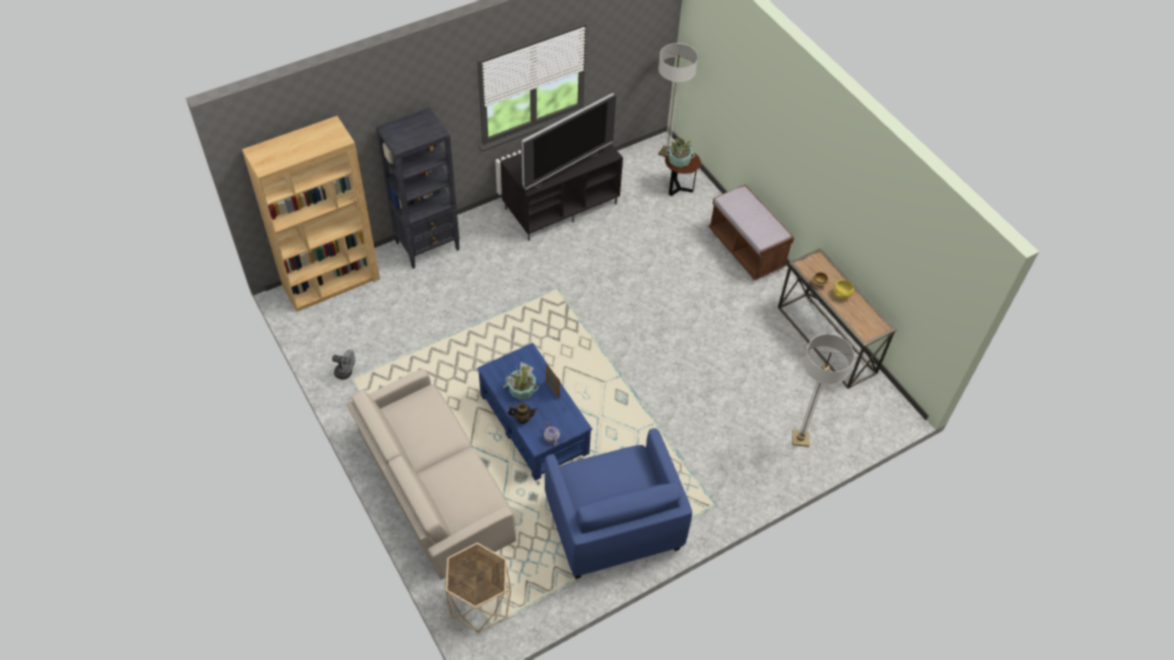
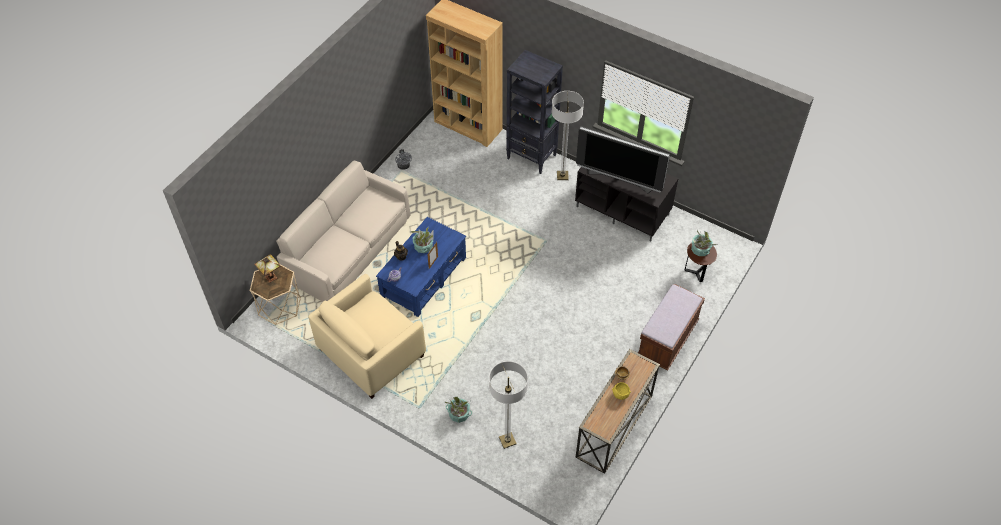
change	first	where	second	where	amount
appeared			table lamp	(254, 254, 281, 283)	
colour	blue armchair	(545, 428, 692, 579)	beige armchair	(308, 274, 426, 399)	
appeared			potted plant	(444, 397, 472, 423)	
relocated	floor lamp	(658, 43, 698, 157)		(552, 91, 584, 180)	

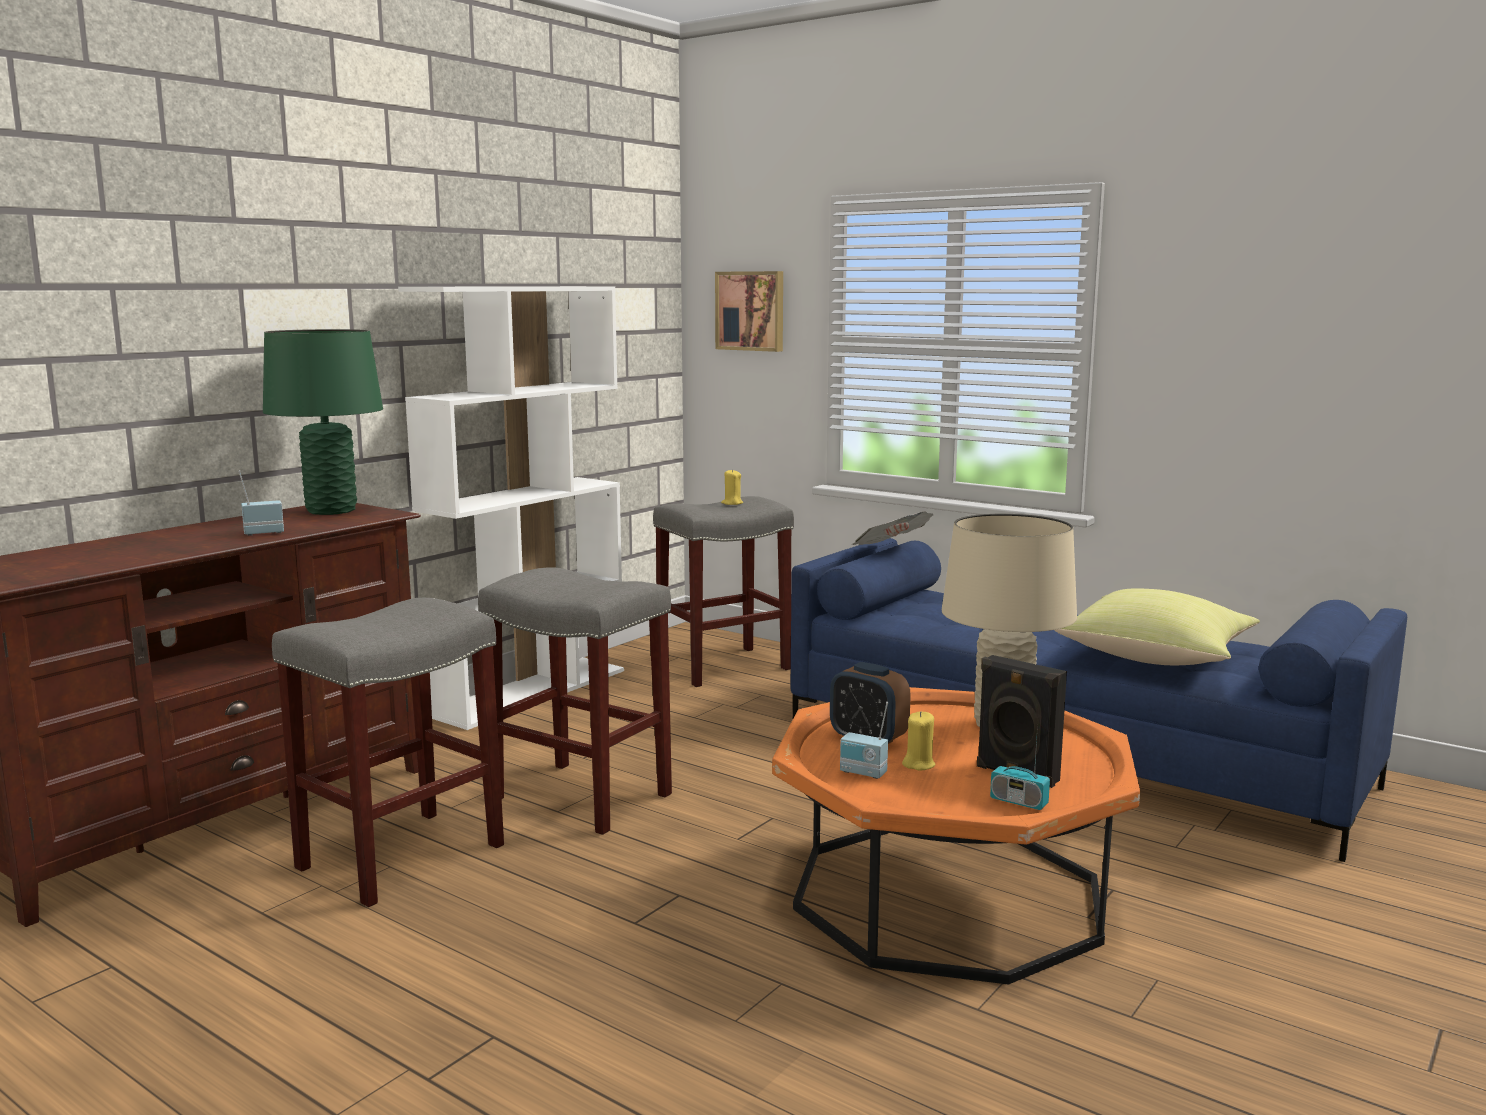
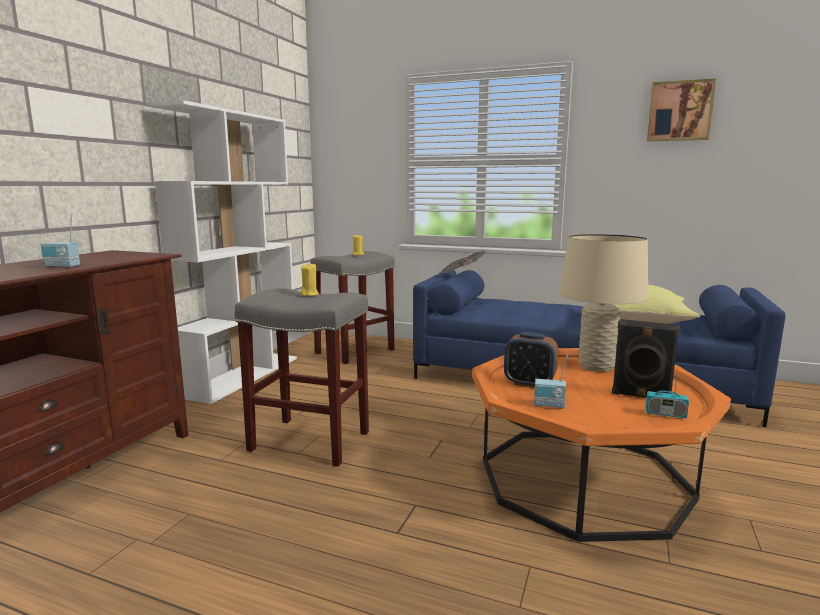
change	first	where	second	where	amount
spun	radio	(238, 470, 284, 536)		(41, 215, 80, 268)	135 degrees counterclockwise
relocated	yellow candle	(902, 711, 936, 771)		(300, 263, 319, 296)	
relocated	picture	(715, 271, 783, 352)		(647, 78, 716, 141)	
missing	green table lamp	(263, 329, 383, 515)			
missing	grey stool	(272, 598, 504, 907)			

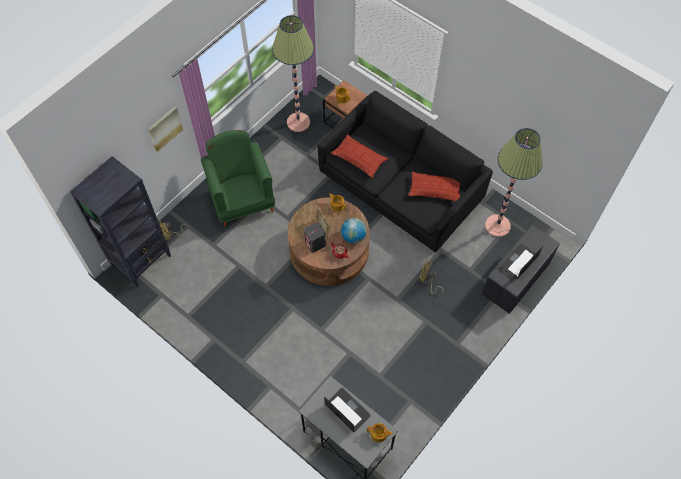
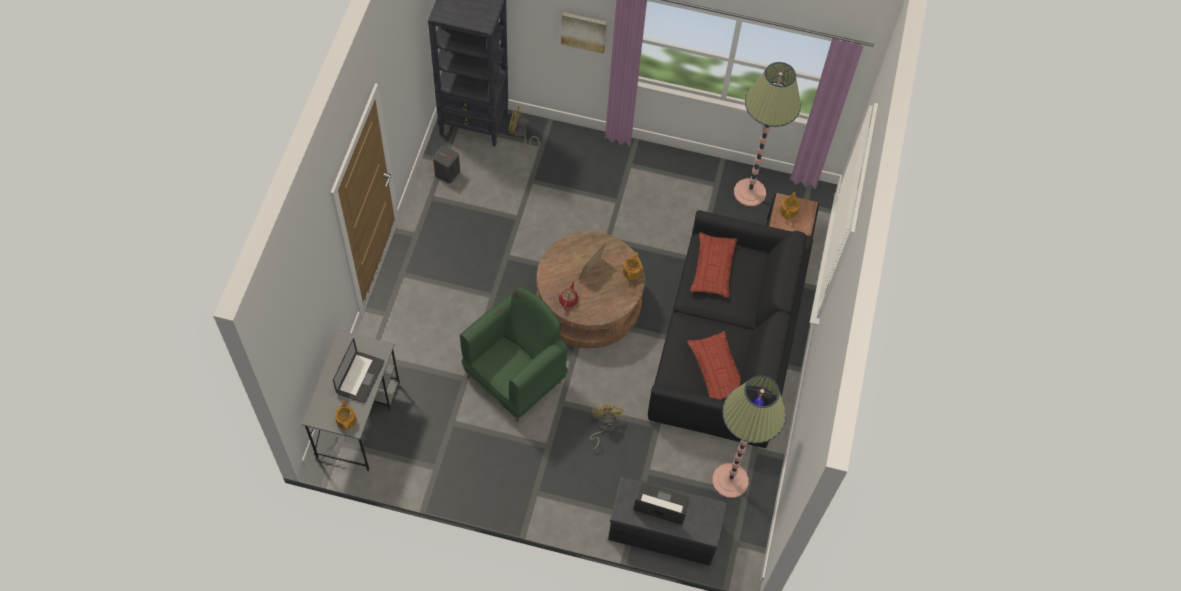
change	first	where	second	where	amount
relocated	grey speaker	(304, 222, 326, 253)		(433, 146, 460, 184)	
relocated	green armchair	(201, 130, 275, 227)		(460, 287, 568, 422)	
missing	globe	(341, 218, 366, 243)			

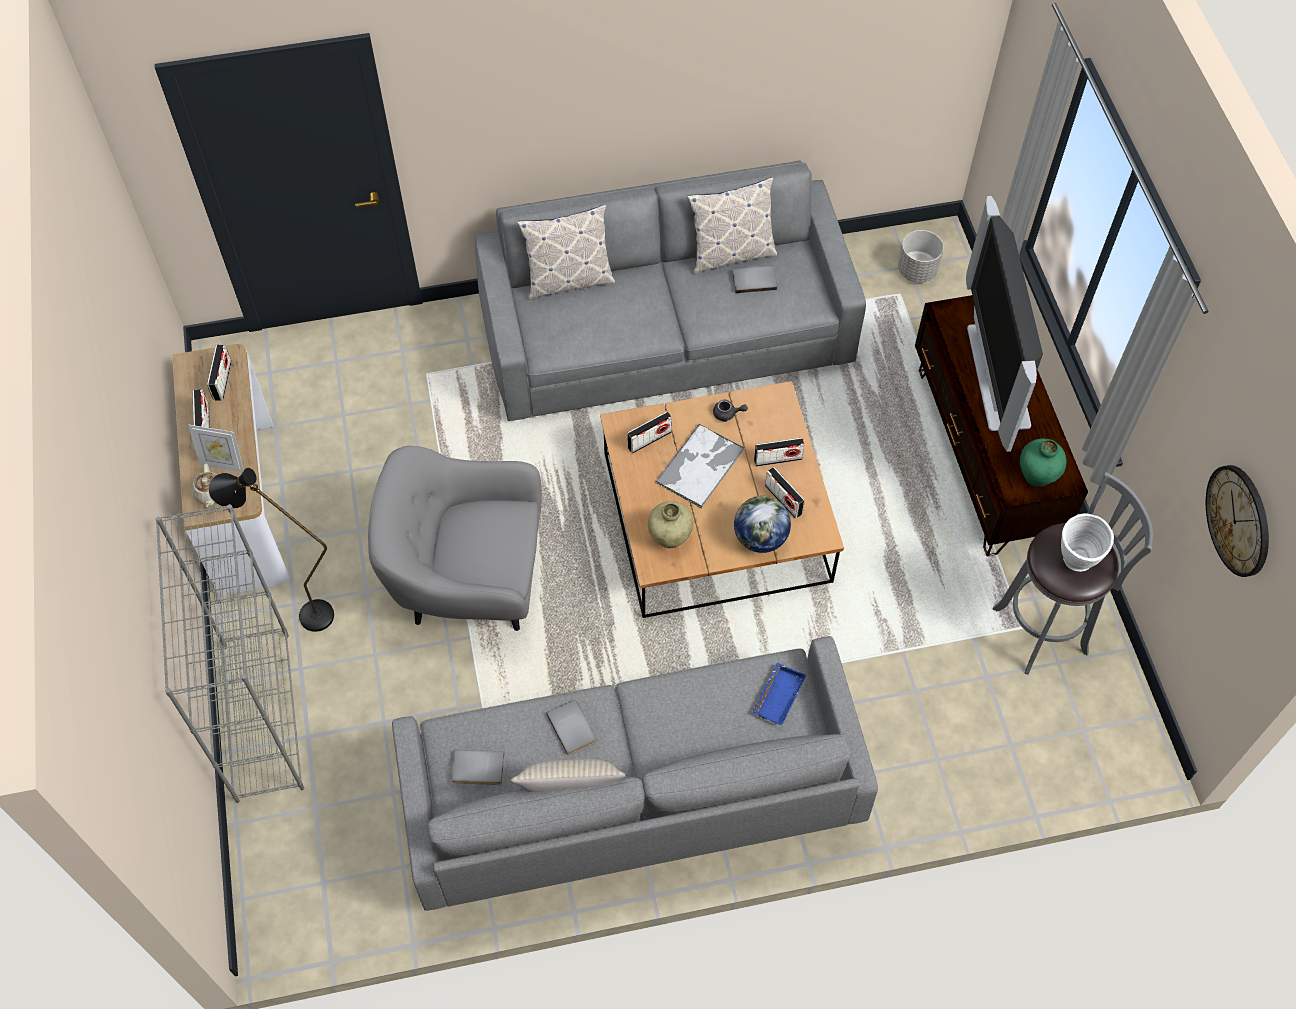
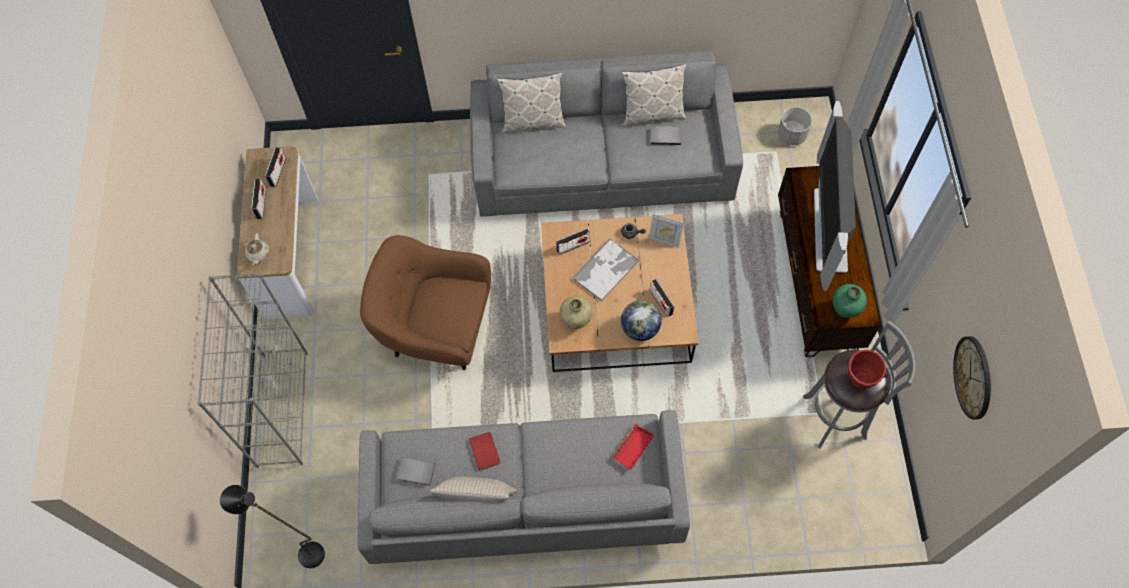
change	first	where	second	where	amount
relocated	black floor lamp	(209, 468, 334, 632)		(220, 485, 325, 568)	
colour	grey armchair	(368, 446, 542, 631)	brown armchair	(360, 235, 491, 370)	
colour	grey book	(546, 700, 596, 755)	red book	(469, 432, 500, 471)	
colour	blue tray	(752, 662, 806, 725)	red tray	(612, 423, 655, 469)	
relocated	picture frame	(188, 424, 244, 472)		(649, 214, 684, 248)	
colour	white vase	(1061, 513, 1114, 572)	red vase	(848, 349, 886, 388)	
missing	radio	(754, 438, 804, 467)			

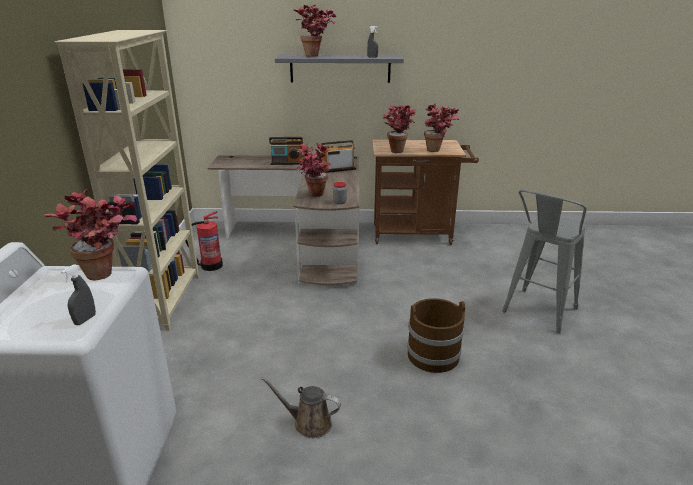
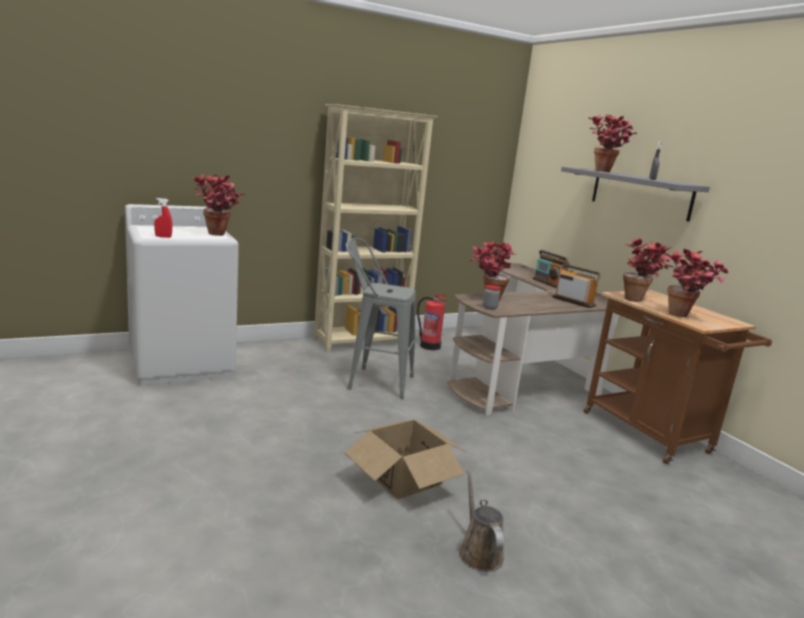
change	first	where	second	where	amount
colour	grey spray bottle	(61, 264, 96, 325)	red spray bottle	(154, 198, 172, 238)	
exchanged	brown bucket	(407, 298, 465, 373)	cardboard box	(344, 420, 466, 499)	
relocated	grey stool	(502, 190, 587, 333)		(346, 238, 415, 399)	
relocated	brown watering can	(261, 377, 341, 438)		(459, 469, 504, 572)	

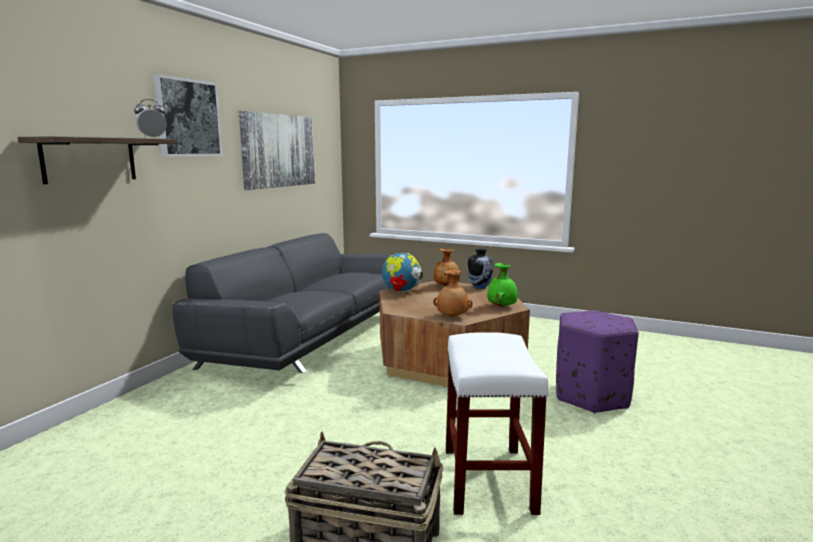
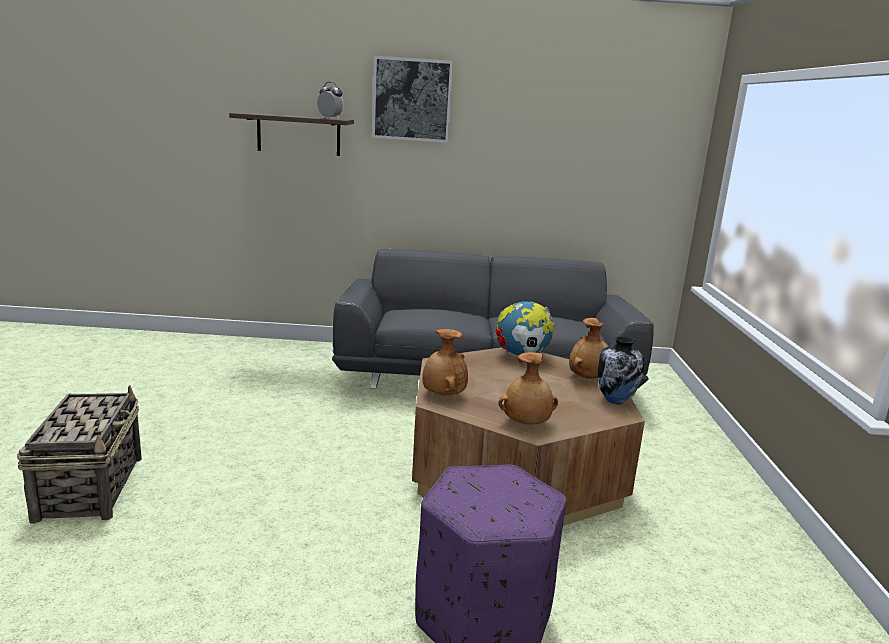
change	first	where	second	where	amount
colour	green vase	(488, 263, 518, 307)	brown vase	(498, 352, 558, 424)	
missing	picture	(239, 111, 315, 190)			
missing	white stool	(446, 332, 549, 515)			

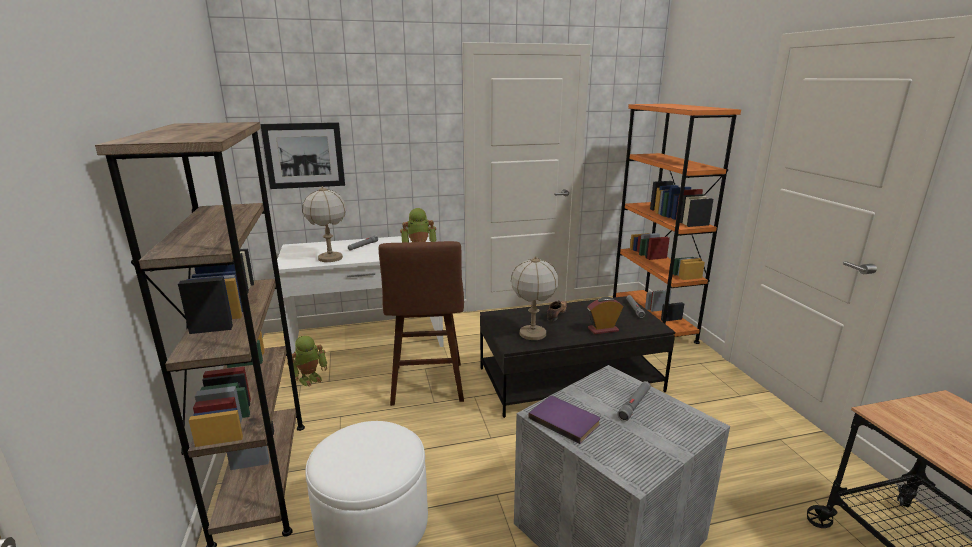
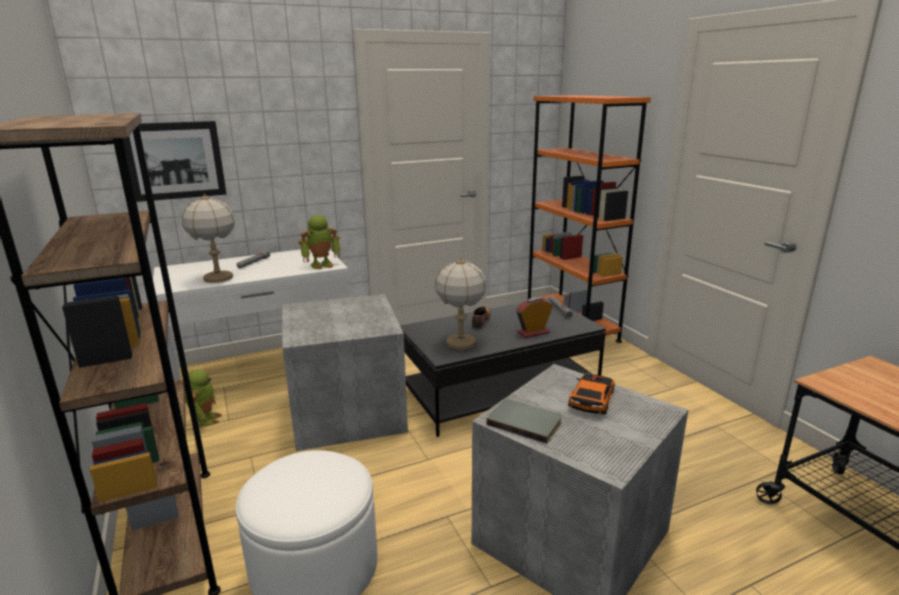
change	first	where	second	where	amount
spun	toy robot	(287, 336, 328, 387)		(185, 369, 222, 427)	45 degrees counterclockwise
exchanged	brown stool	(379, 241, 464, 406)	grey storage box	(283, 294, 408, 451)	
colour	purple book	(528, 396, 600, 444)	grey book	(486, 399, 562, 444)	
exchanged	grey flashlight	(617, 381, 651, 421)	toy car	(568, 374, 615, 414)	

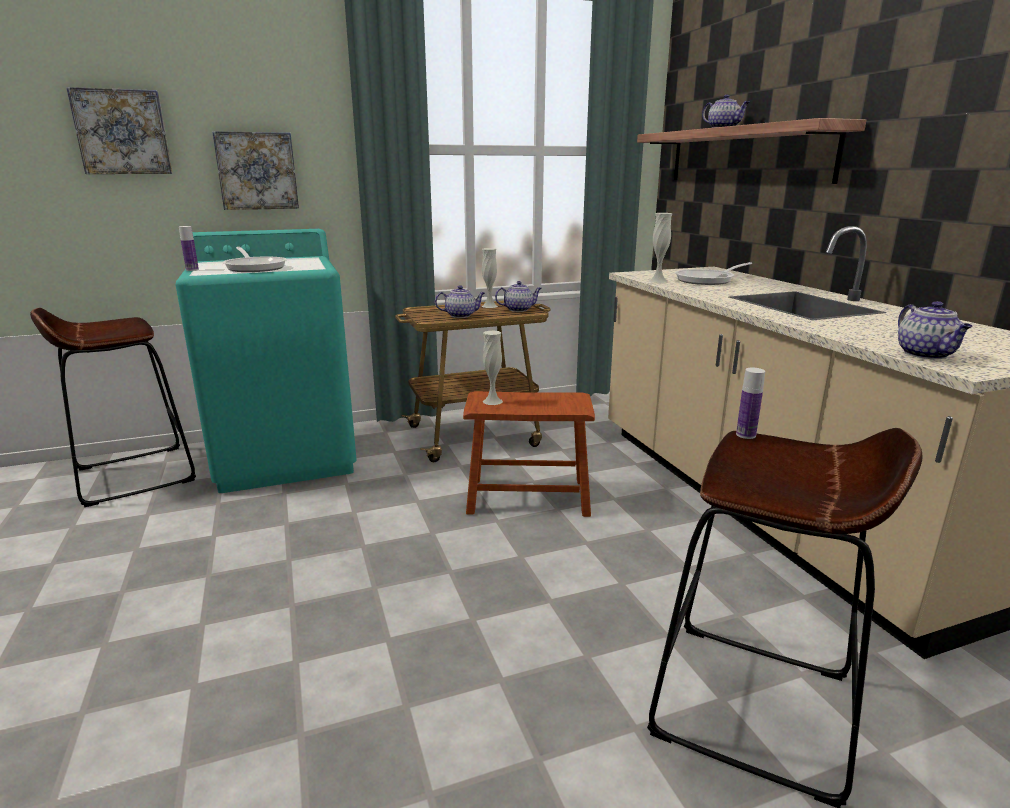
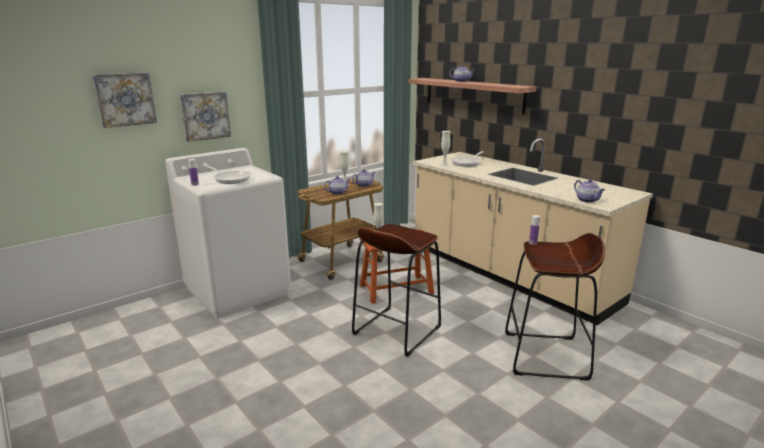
change	first	where	second	where	amount
colour	turquoise washing machine	(175, 229, 357, 493)	white washing machine	(165, 148, 291, 318)	
relocated	brown stool	(30, 308, 196, 507)		(352, 224, 441, 357)	

